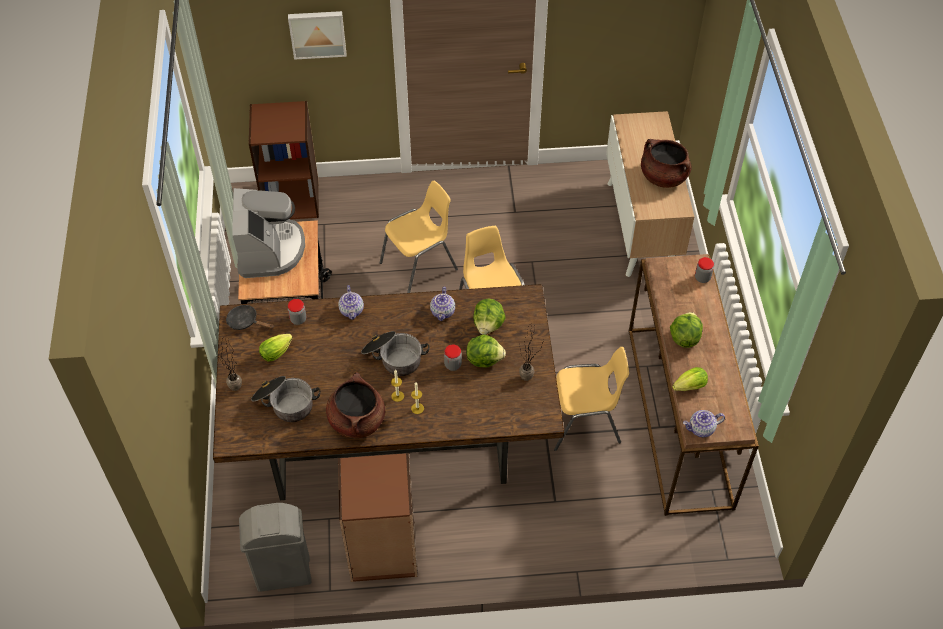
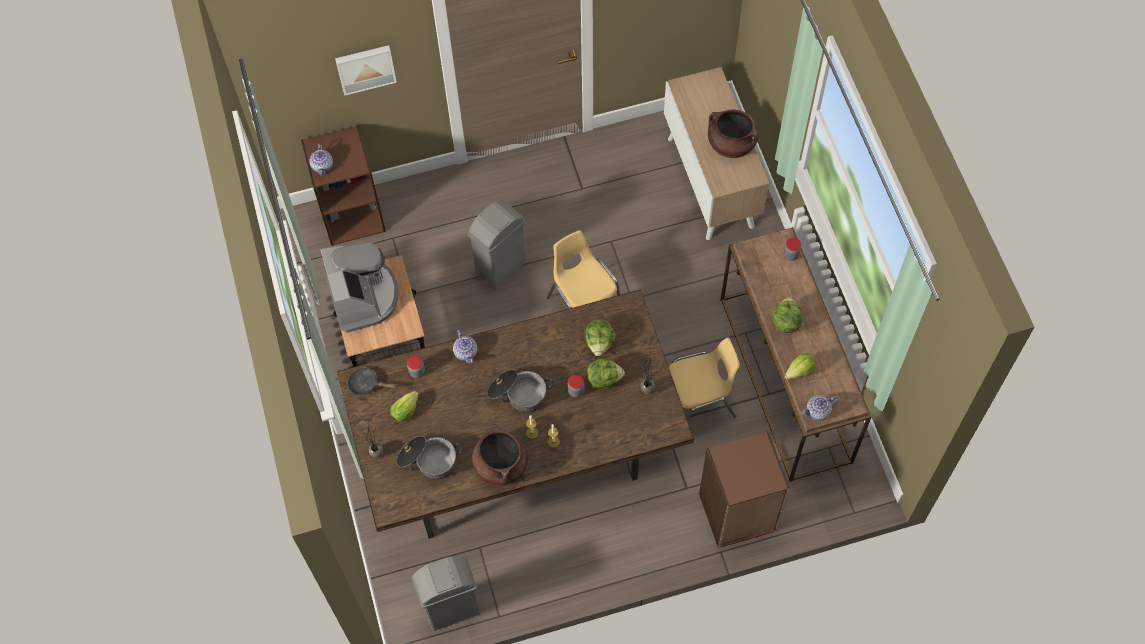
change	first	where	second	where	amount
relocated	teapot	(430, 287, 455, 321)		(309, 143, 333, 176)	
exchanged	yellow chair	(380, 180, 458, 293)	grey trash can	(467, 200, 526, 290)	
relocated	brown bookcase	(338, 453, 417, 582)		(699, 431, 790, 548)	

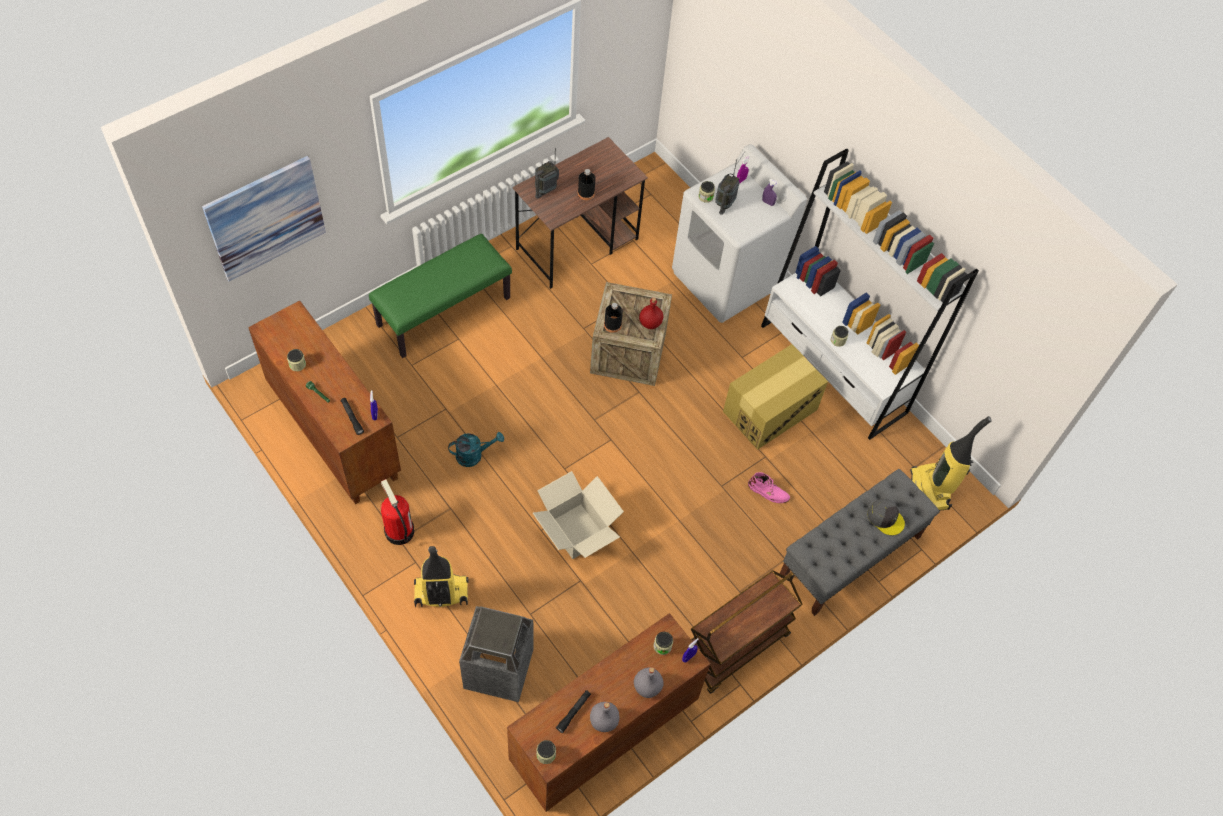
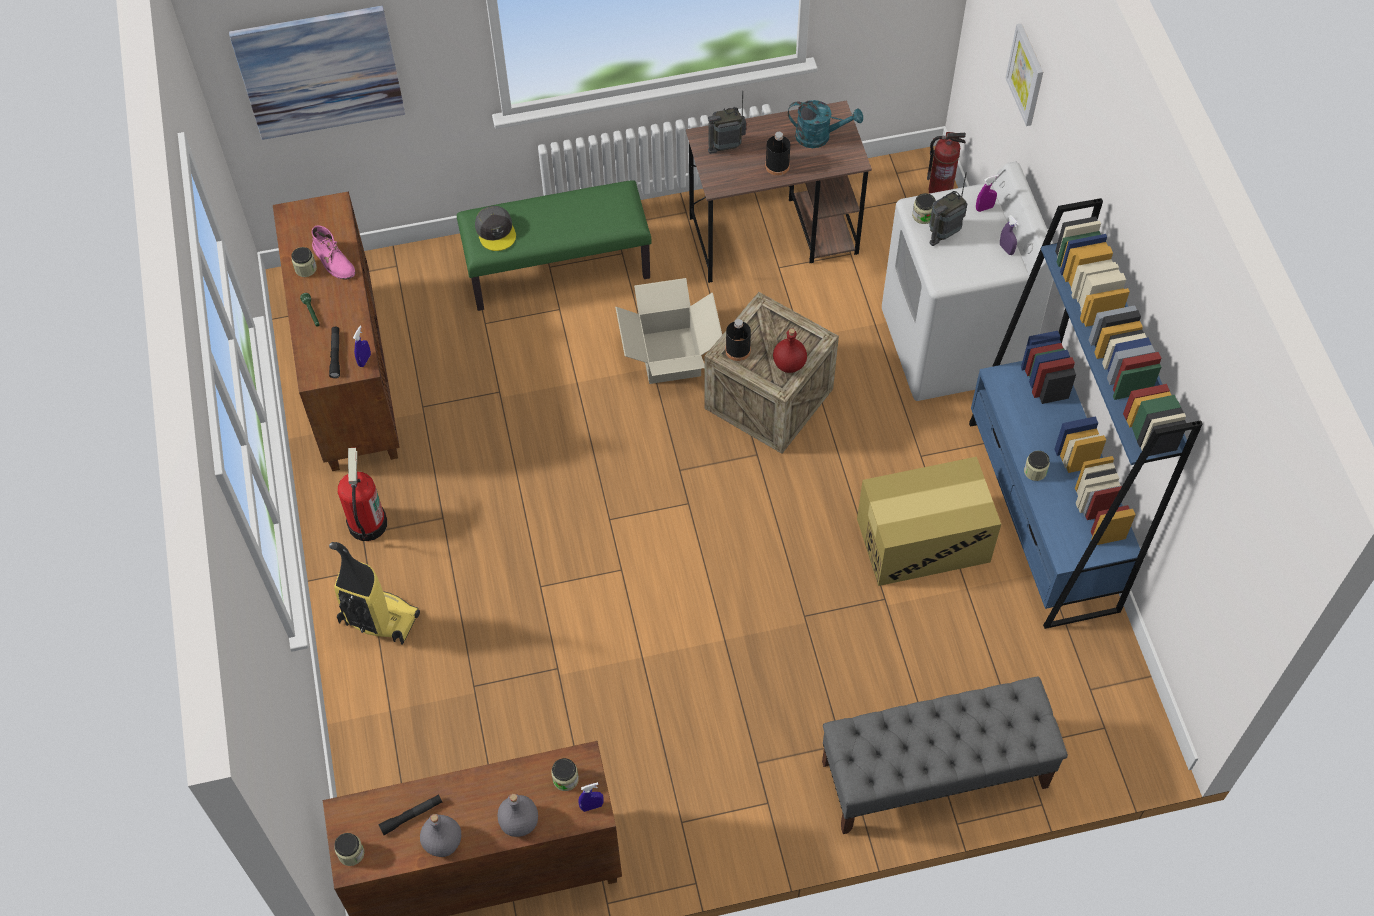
change	first	where	second	where	amount
relocated	pink boot	(748, 472, 790, 503)		(312, 226, 356, 280)	
relocated	grey cap	(867, 499, 905, 535)		(475, 206, 516, 251)	
relocated	cardboard box	(533, 471, 624, 559)		(615, 278, 722, 384)	
relocated	turquoise watering can	(448, 432, 504, 467)		(788, 100, 863, 148)	
appeared			fire extinguisher	(927, 132, 966, 194)	
colour	white bookcase	(761, 149, 979, 440)	blue bookcase	(969, 198, 1202, 629)	
appeared			picture	(1006, 23, 1043, 126)	
missing	trash can	(459, 606, 534, 702)			
missing	brown cart	(691, 570, 803, 694)			
missing	vacuum cleaner	(910, 416, 992, 510)			

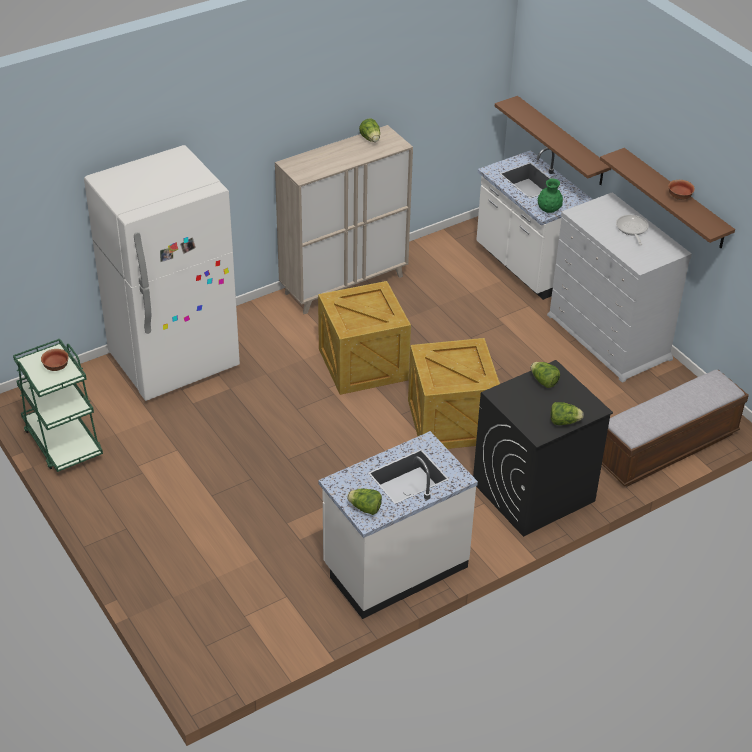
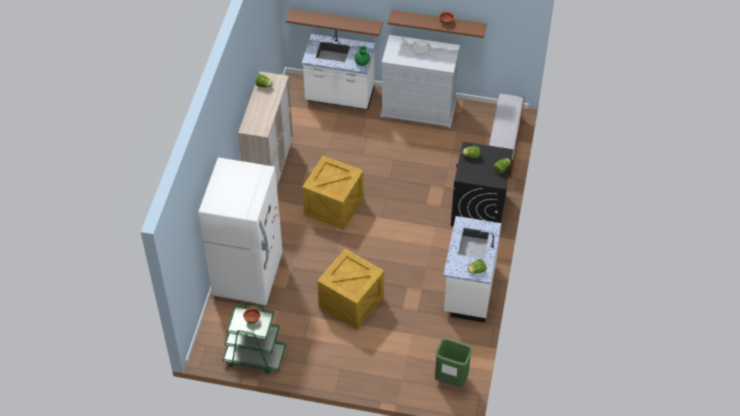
change	first	where	second	where	amount
relocated	crate	(408, 338, 500, 449)		(317, 249, 384, 330)	
appeared			green trash can	(435, 339, 472, 388)	

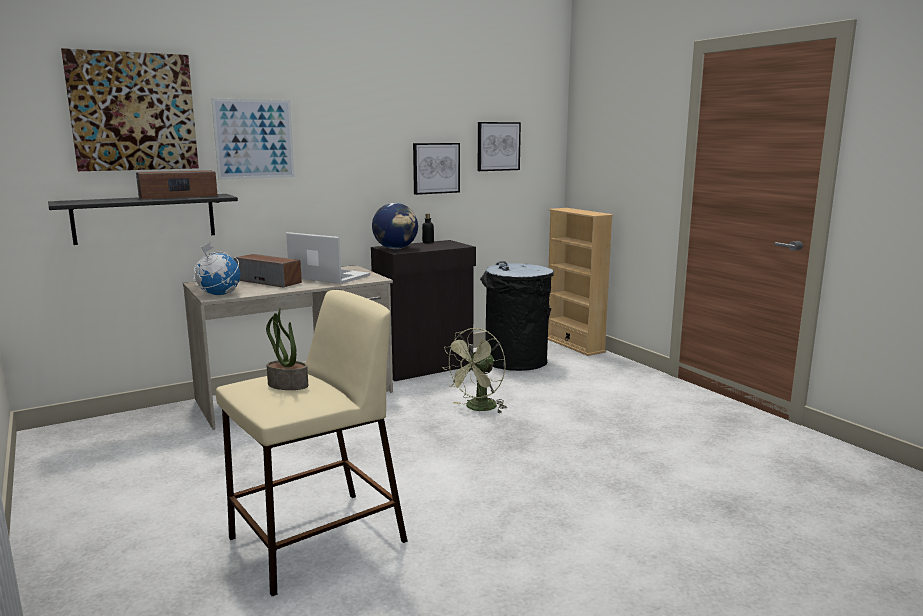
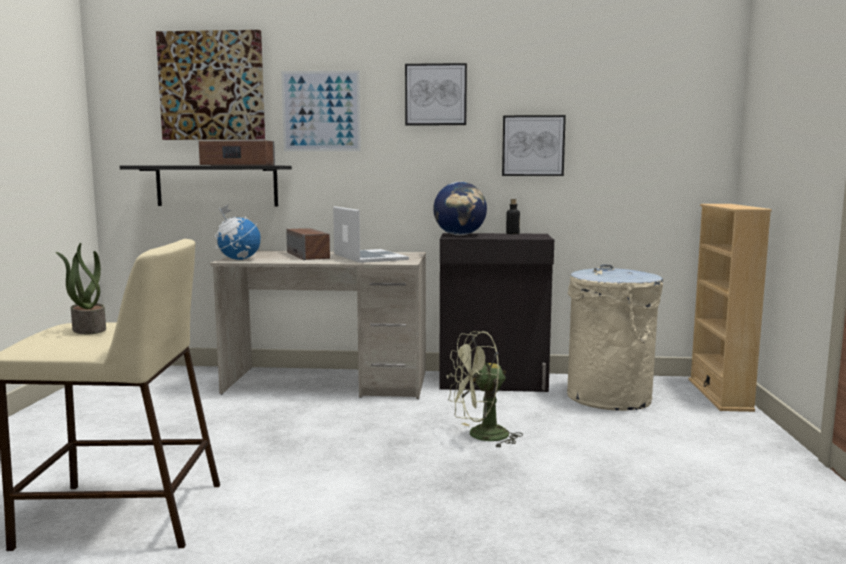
change	first	where	second	where	amount
relocated	picture	(478, 122, 521, 171)		(405, 63, 467, 126)	
colour	black trash can	(480, 261, 554, 371)	beige trash can	(567, 265, 663, 411)	

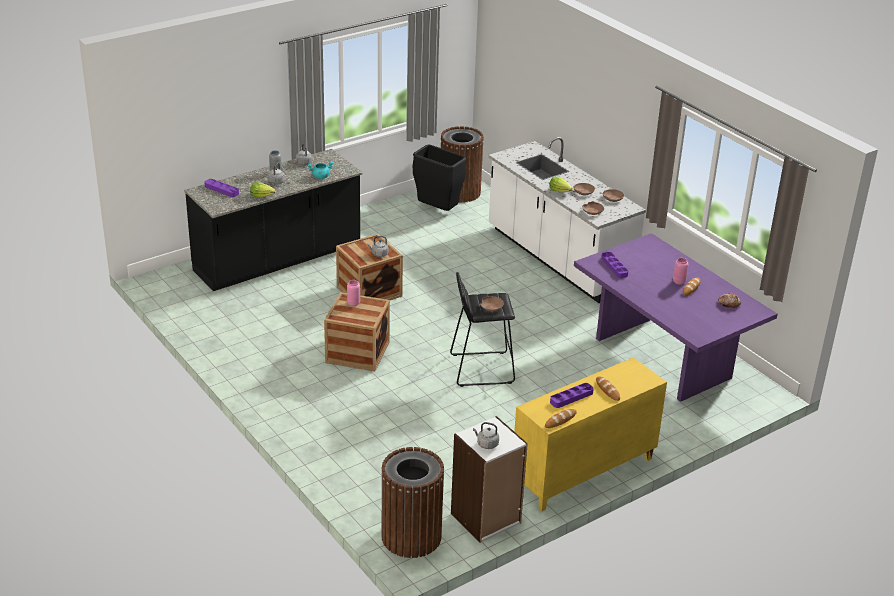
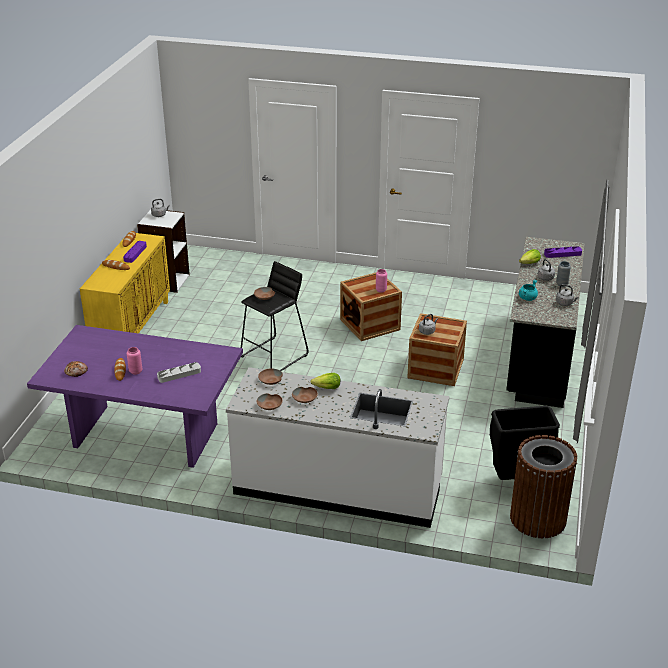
change	first	where	second	where	amount
appeared			grey tray	(157, 362, 201, 383)	
missing	brown trash can	(381, 447, 444, 558)			
missing	purple tray	(601, 252, 628, 278)			

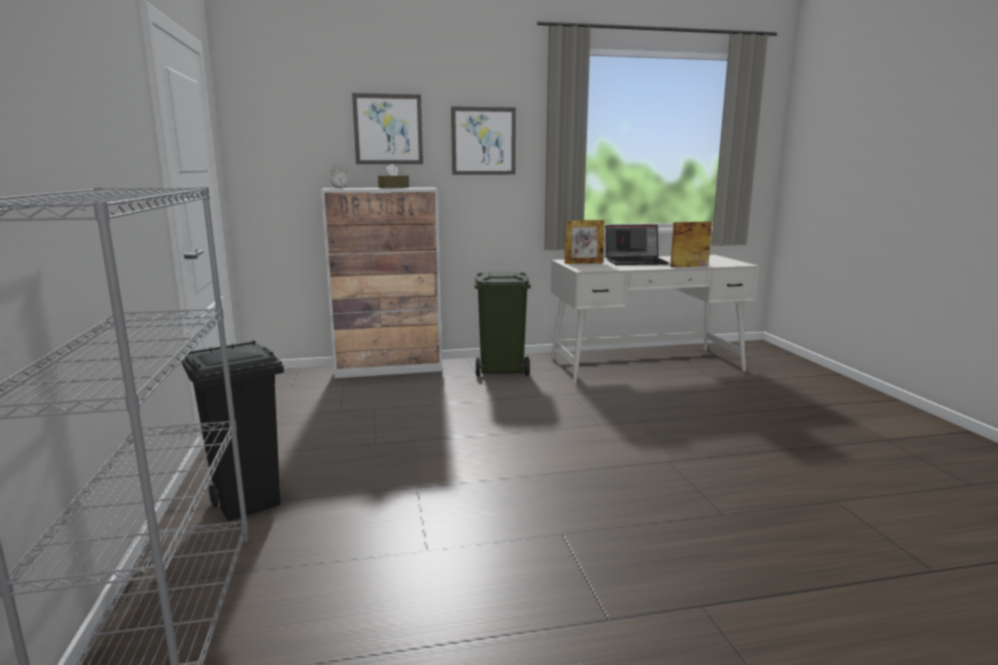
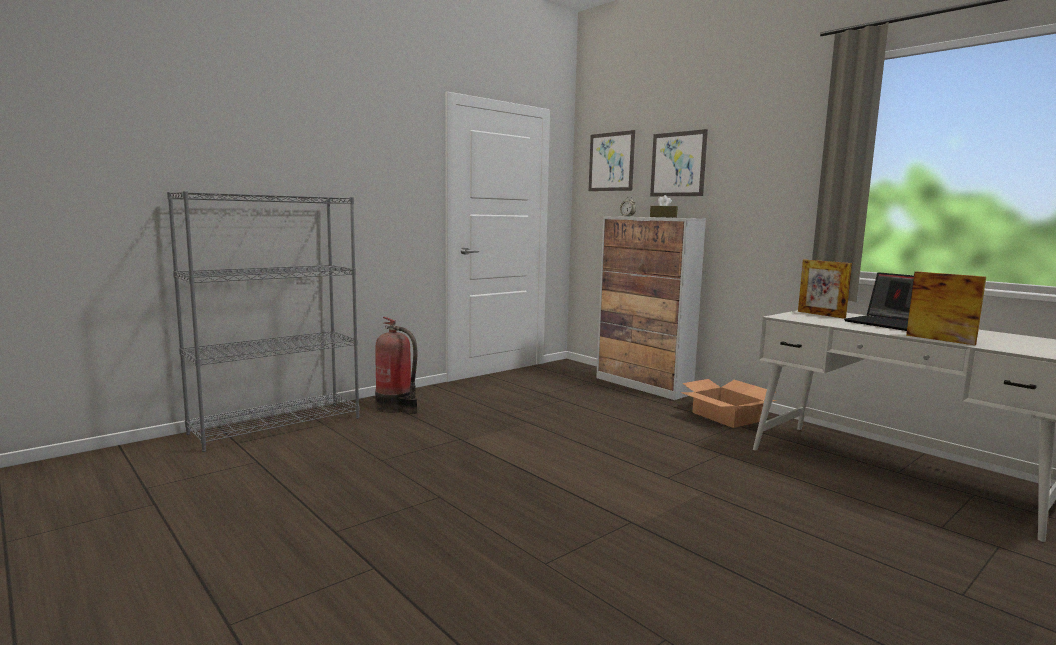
change	first	where	second	where	amount
exchanged	black trash can	(182, 340, 284, 521)	fire extinguisher	(375, 317, 418, 414)	
relocated	picture	(451, 106, 516, 175)		(589, 130, 635, 191)	
exchanged	green trash can	(475, 271, 531, 376)	cardboard box	(680, 379, 777, 428)	

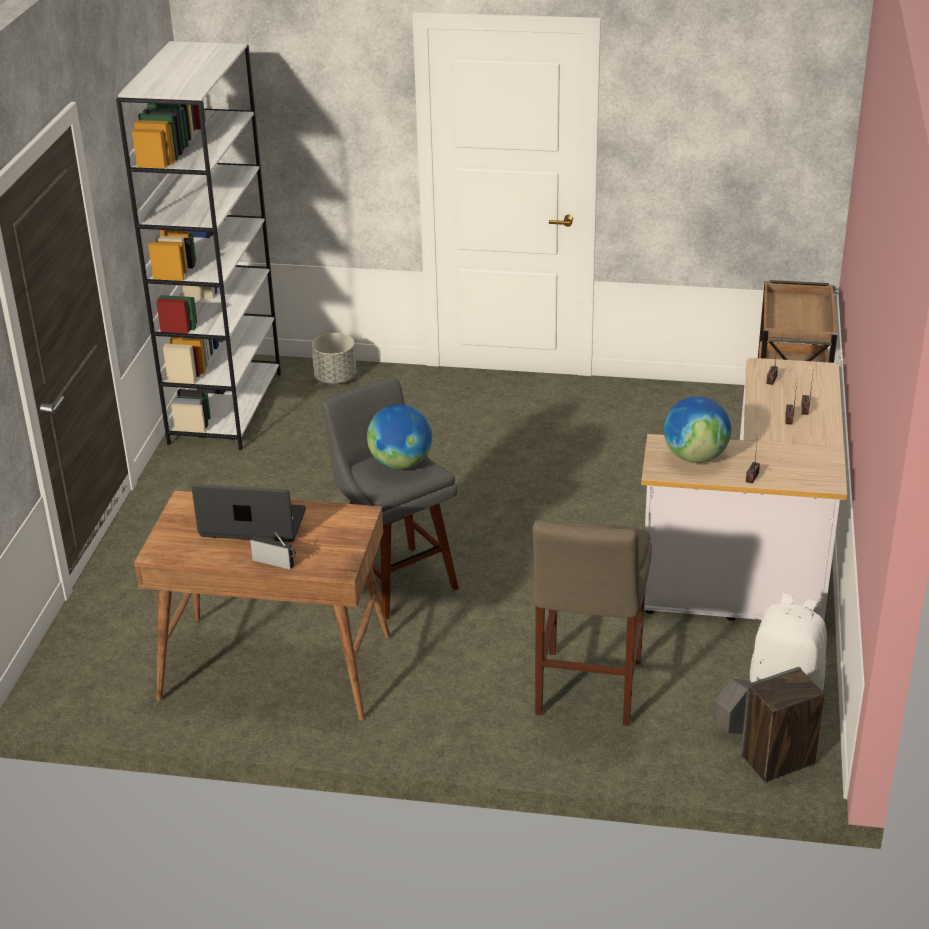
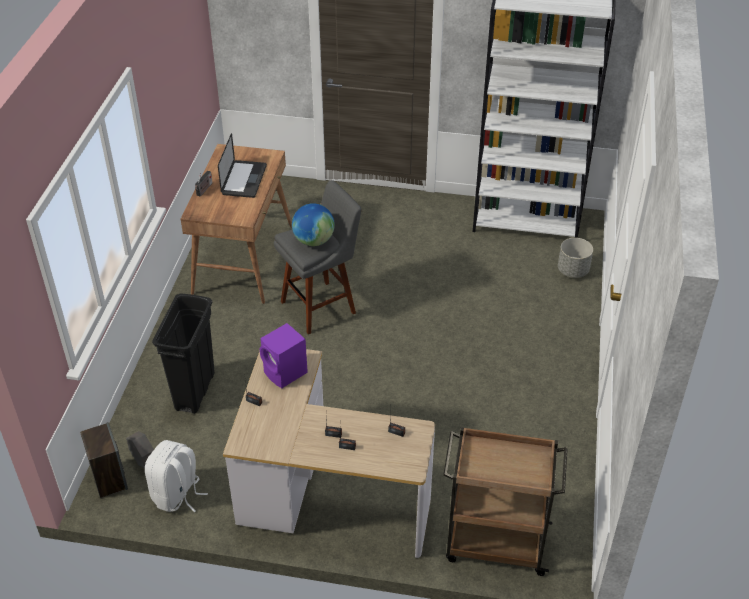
change	first	where	second	where	amount
exchanged	beige stool	(532, 520, 652, 726)	black trash can	(152, 293, 215, 414)	
exchanged	globe	(664, 396, 731, 463)	purple speaker	(259, 323, 308, 388)	

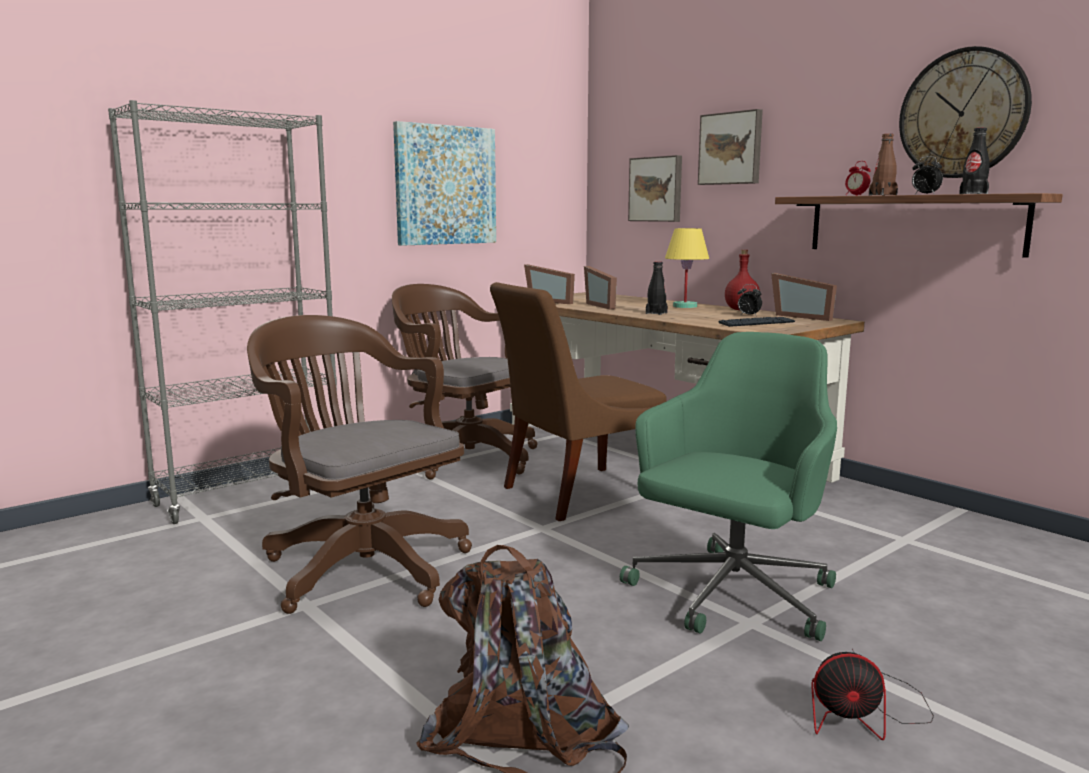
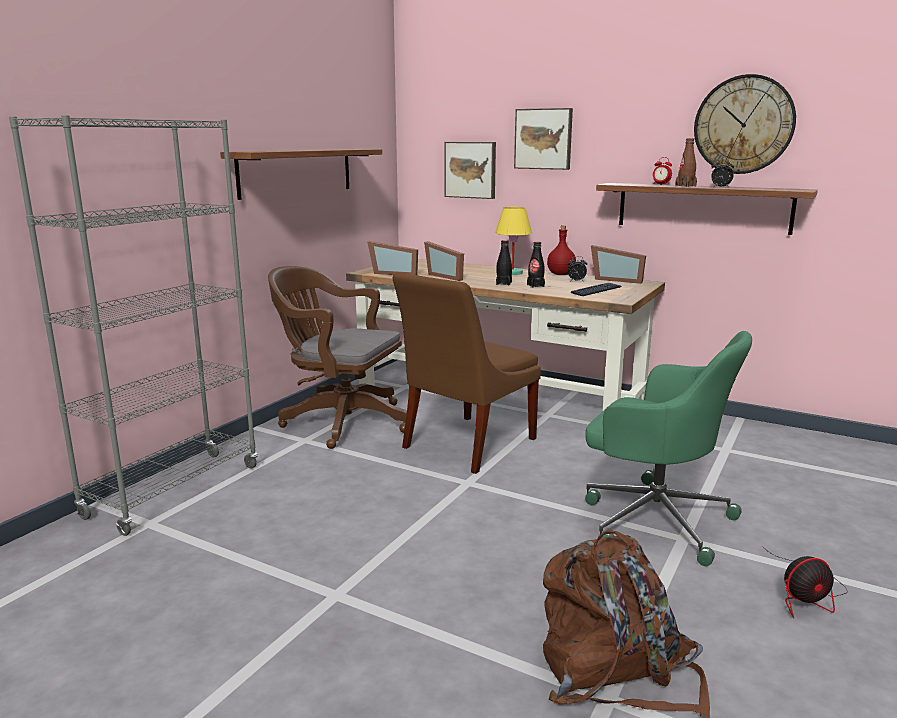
change	first	where	second	where	amount
exchanged	picture	(393, 121, 496, 246)	shelf	(220, 149, 382, 200)	
relocated	black bottle	(959, 127, 990, 194)		(527, 241, 545, 288)	
spun	green office chair	(620, 332, 837, 641)		(585, 331, 752, 566)	105 degrees clockwise
missing	brown office chair	(247, 315, 472, 614)			

